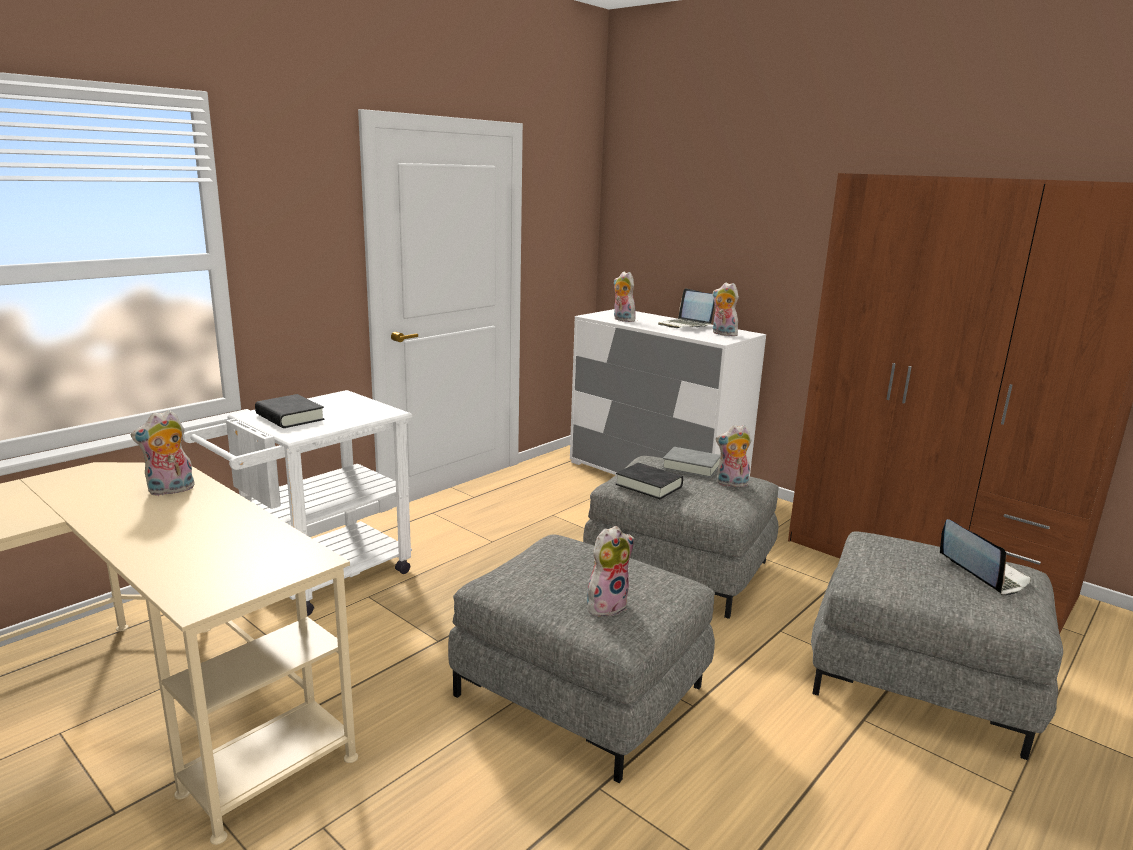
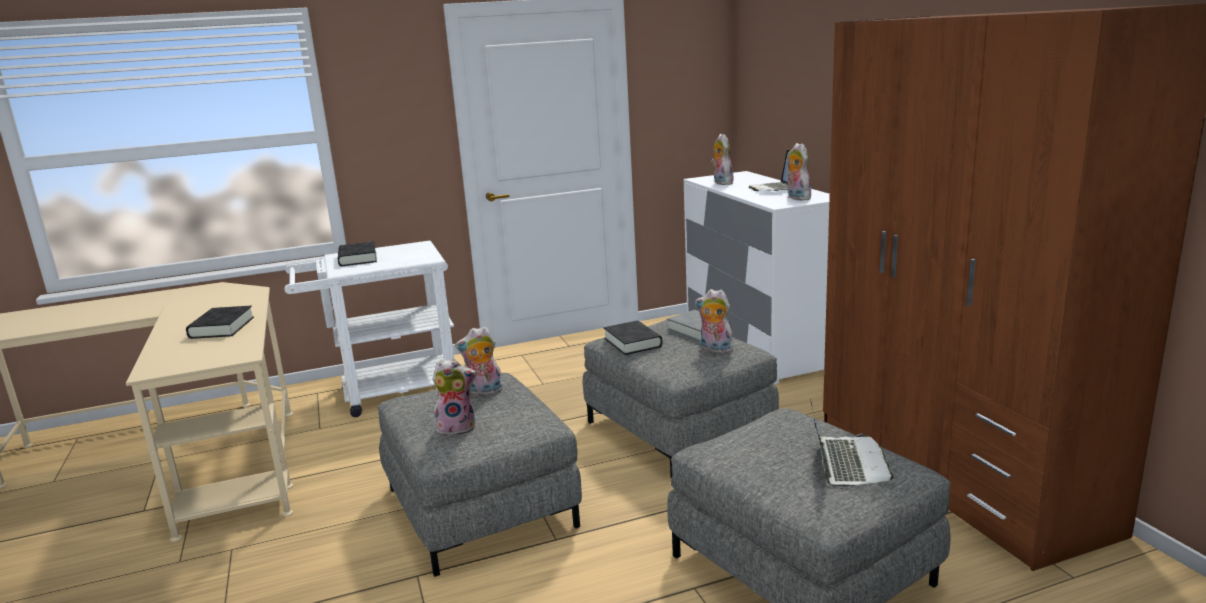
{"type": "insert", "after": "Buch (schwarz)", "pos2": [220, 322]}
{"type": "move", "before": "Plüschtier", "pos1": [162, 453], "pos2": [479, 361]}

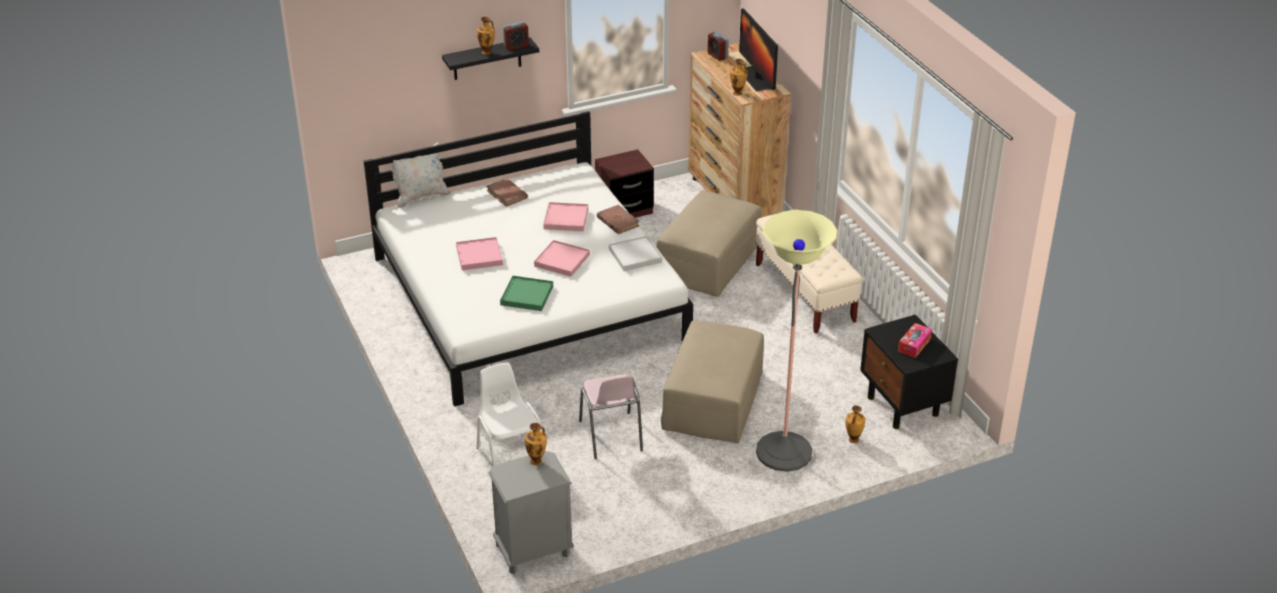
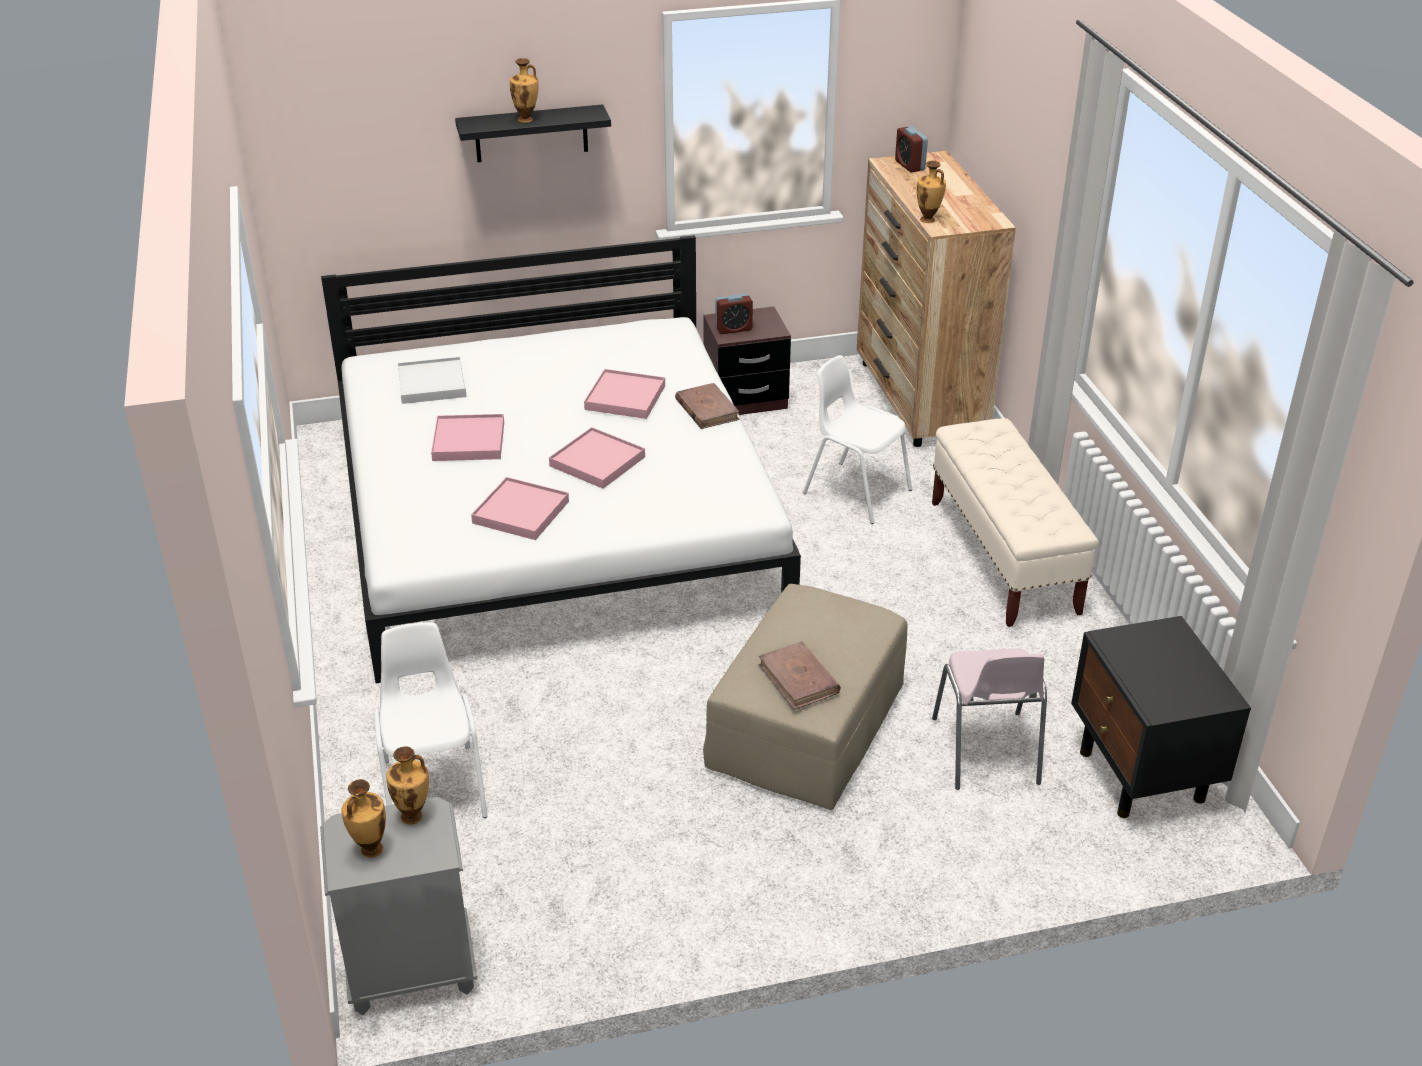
{"type": "move", "before": "Vase", "pos1": [855, 424], "pos2": [363, 818]}
{"type": "move", "before": "Tablett (weiß)", "pos1": [635, 253], "pos2": [432, 380]}
{"type": "recolor", "before": "Tablett (grün)", "after": "Tablett (rosa)", "pos1": [526, 293], "pos2": [520, 508]}
{"type": "move", "before": "Wecker", "pos1": [516, 36], "pos2": [734, 313]}
{"type": "move", "before": "Buch (braun)", "pos1": [507, 192], "pos2": [799, 675]}
{"type": "replace", "before": "Polsterhocker (beige)", "after": "Stuhl (weiß)", "pos1": [708, 243], "pos2": [857, 439]}
{"type": "move", "before": "Stuhl (rosa)", "pos1": [611, 416], "pos2": [989, 719]}
{"type": "delete", "before": "Kissen (weiß)", "pos1": [419, 174]}
{"type": "delete", "before": "Monitor", "pos1": [758, 50]}
{"type": "delete", "before": "Stehlampe", "pos1": [796, 341]}
{"type": "delete", "before": "Taschentuchbox", "pos1": [915, 340]}

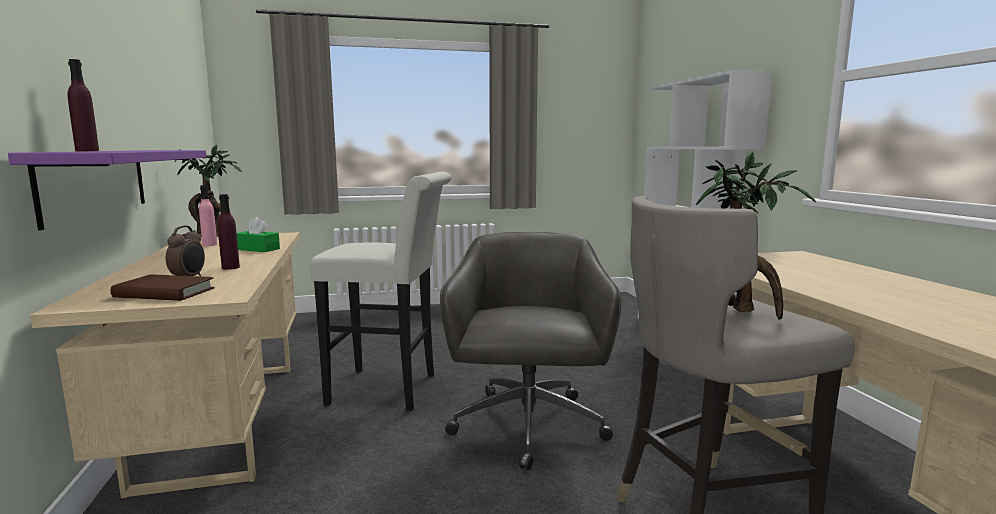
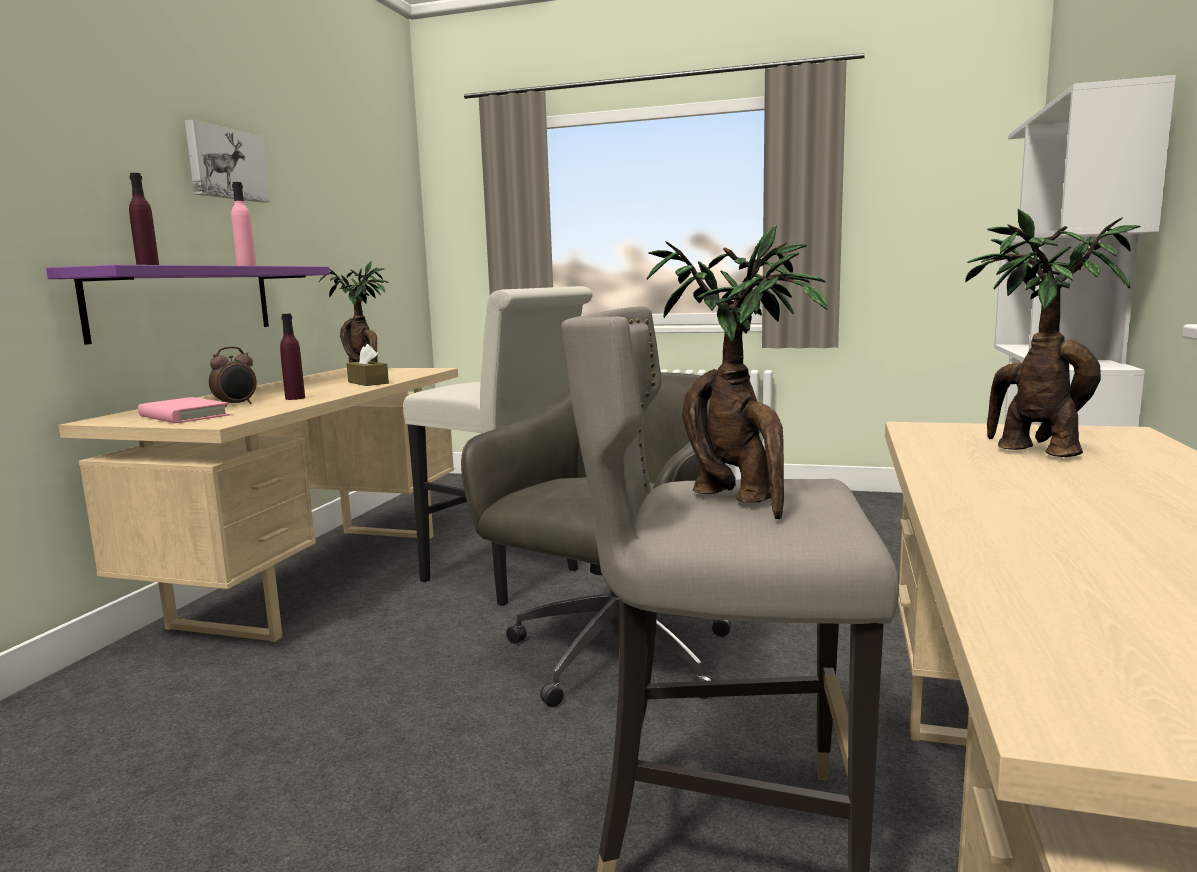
{"type": "recolor", "before": "Buch (braun)", "after": "Buch (rosa)", "pos1": [163, 287], "pos2": [184, 410]}
{"type": "insert", "after": "Bild", "pos2": [228, 161]}
{"type": "move", "before": "Flasche (rosa)", "pos1": [208, 215], "pos2": [243, 224]}
{"type": "recolor", "before": "Taschentuchbox (grün)", "after": "Taschentuchbox (braun)", "pos1": [258, 234], "pos2": [367, 365]}
{"type": "insert", "after": "Topfpflanze", "pos2": [1052, 333]}

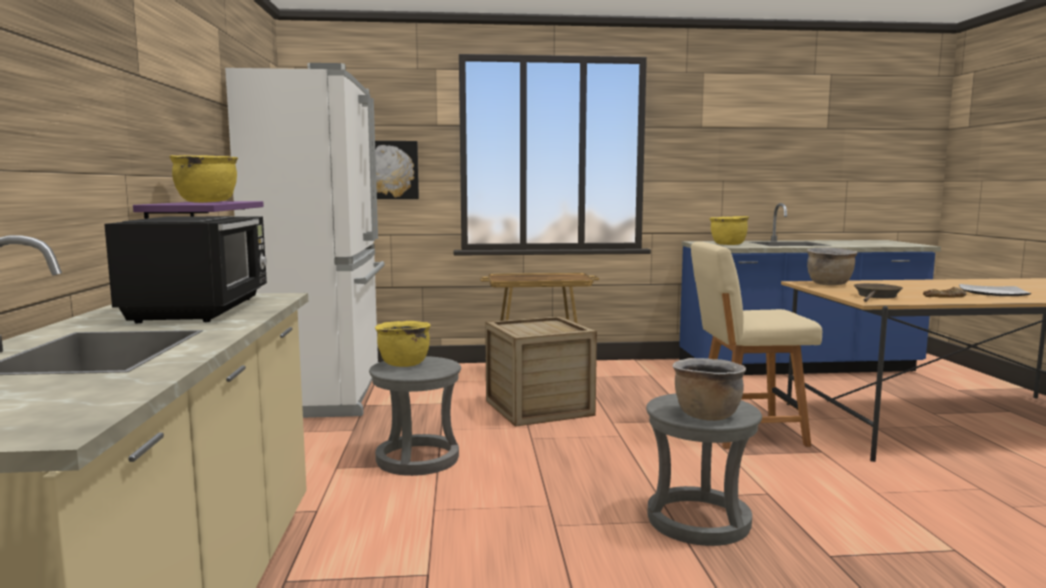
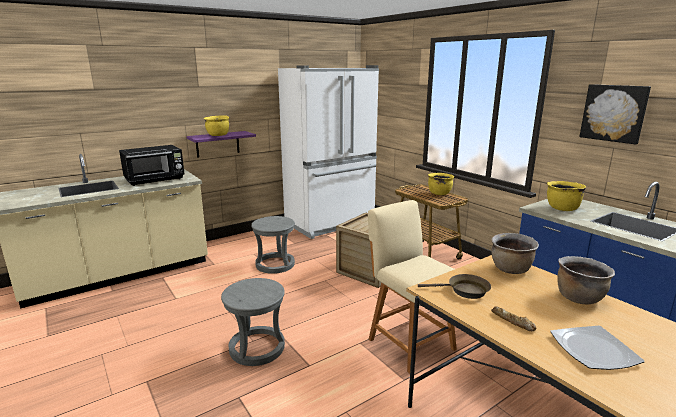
{"type": "move", "before": "Kochtopf (gelb)", "pos1": [403, 344], "pos2": [441, 184]}
{"type": "move", "before": "Kochtopf (braun)", "pos1": [709, 389], "pos2": [586, 280]}
{"type": "move", "before": "Bild", "pos1": [395, 170], "pos2": [615, 114]}

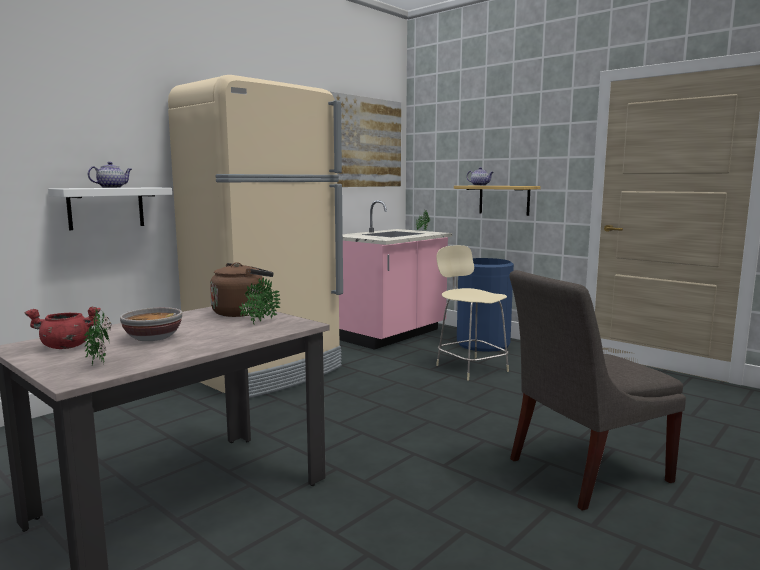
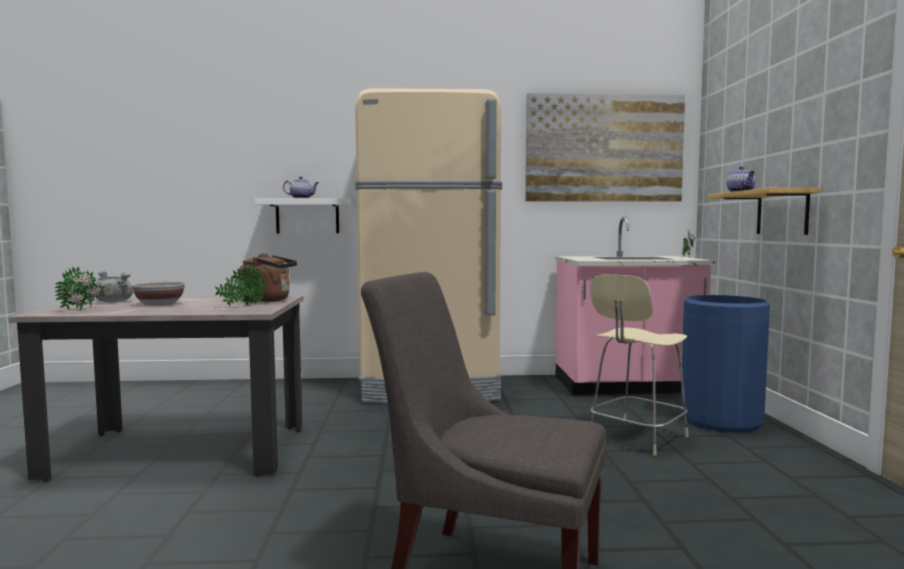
{"type": "recolor", "before": "Kochtopf (rot)", "after": "Kochtopf (grau)", "pos1": [62, 327], "pos2": [114, 286]}
{"type": "rotate", "before": "Stuhl (beige)", "pos1": [472, 313], "pos2": [639, 365], "turn": -150}

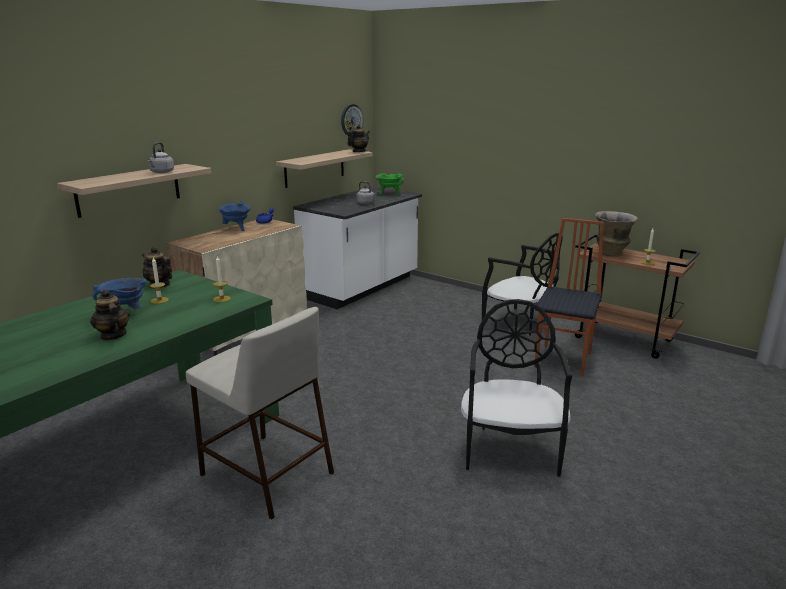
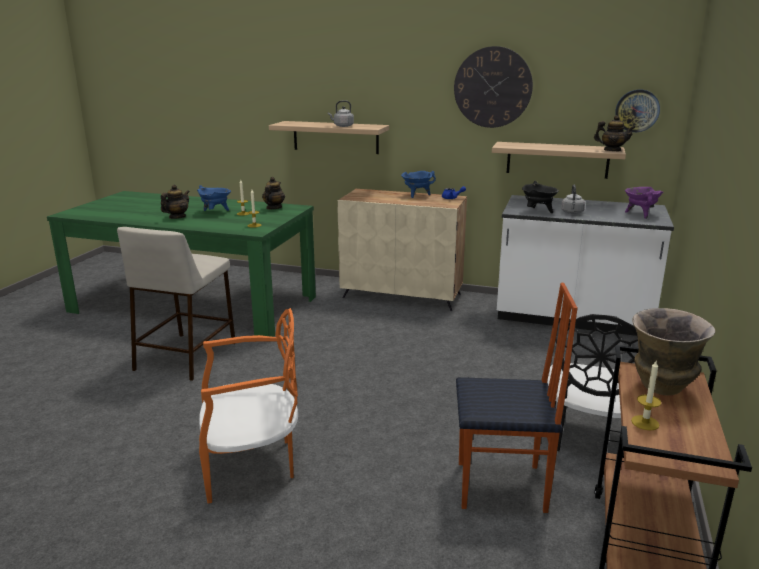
{"type": "recolor", "before": "Stuhl (schwarz)", "after": "Stuhl (orange)", "pos1": [516, 388], "pos2": [248, 405]}
{"type": "insert", "after": "Wanduhr", "pos2": [493, 87]}
{"type": "insert", "after": "Kochtopf (schwarz)", "pos2": [540, 197]}
{"type": "recolor", "before": "Kochtopf (grün)", "after": "Kochtopf (lila)", "pos1": [390, 184], "pos2": [644, 203]}

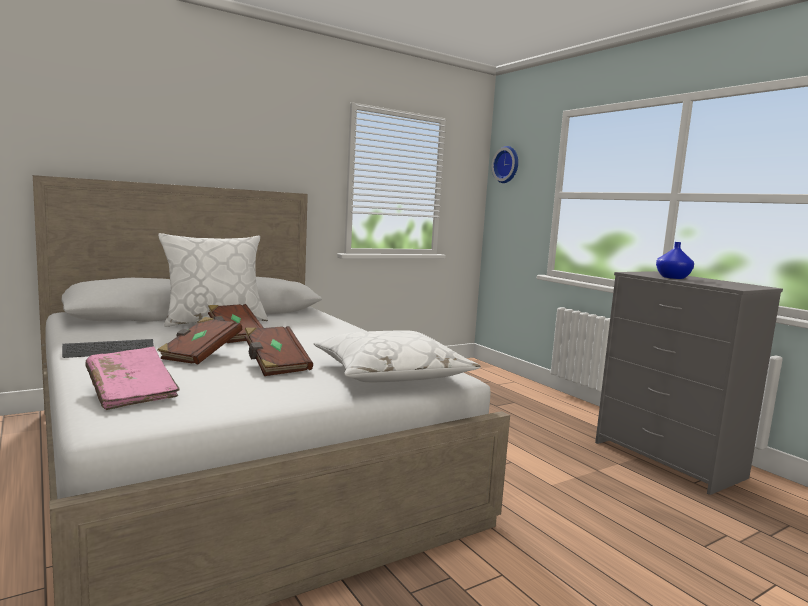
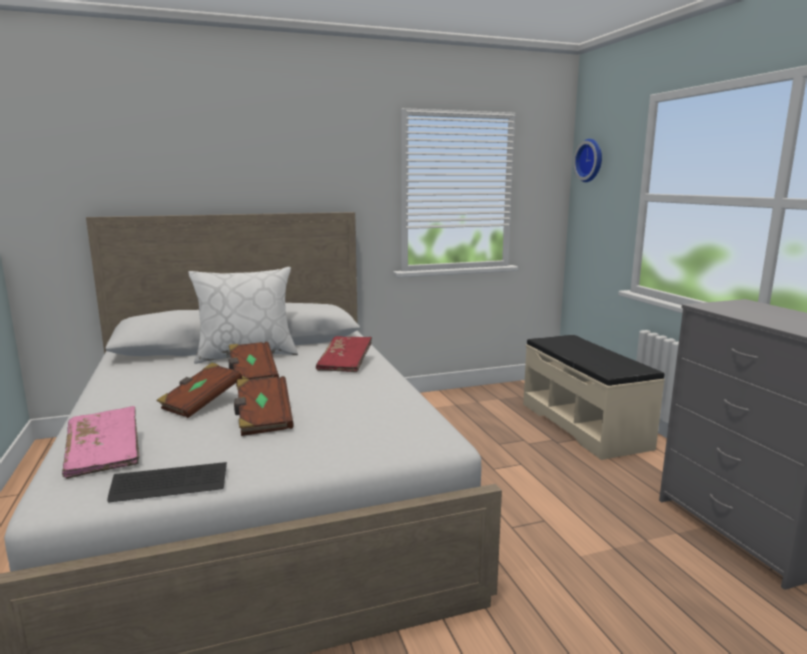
{"type": "move", "before": "Tastatur", "pos1": [108, 348], "pos2": [167, 482]}
{"type": "insert", "after": "Buch (rot)", "pos2": [344, 354]}
{"type": "insert", "after": "Bank (beige)", "pos2": [594, 397]}
{"type": "delete", "before": "Kissen (weiß)", "pos1": [397, 356]}
{"type": "delete", "before": "Vase (blau)", "pos1": [675, 260]}

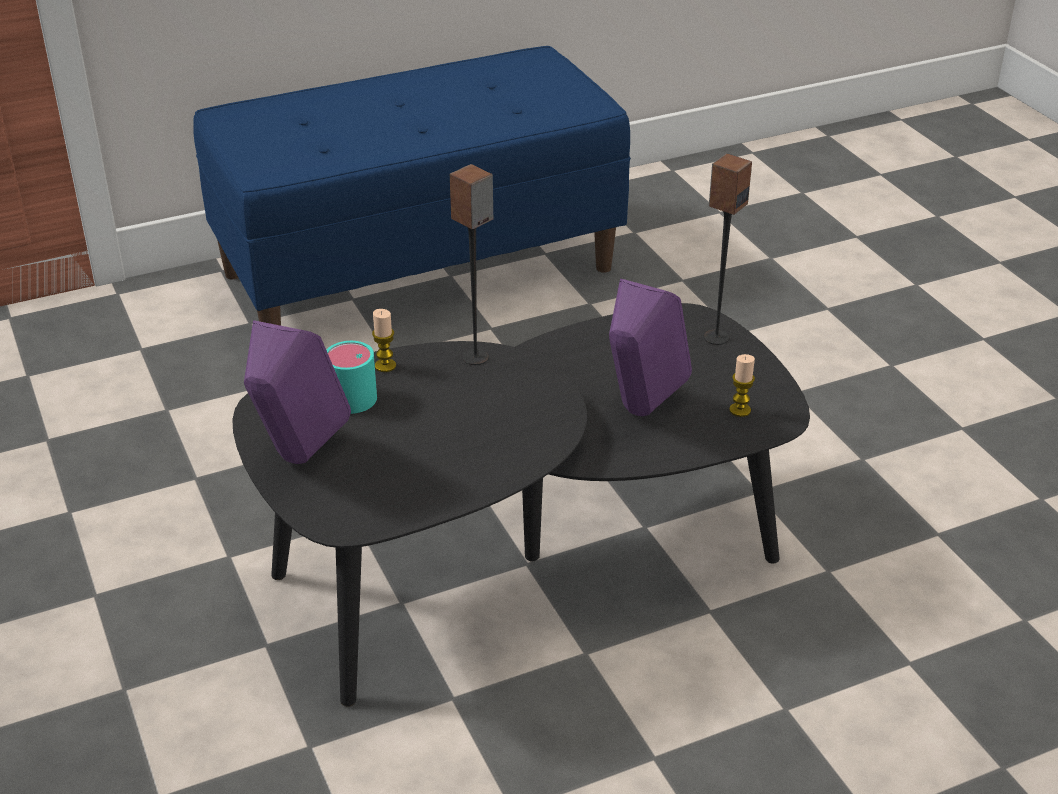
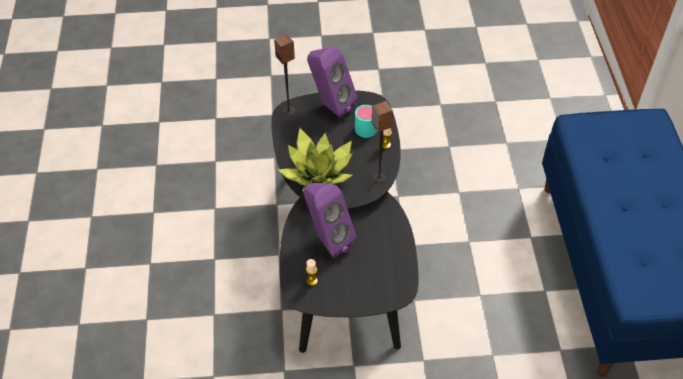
{"type": "move", "before": "Lautsprecher", "pos1": [728, 249], "pos2": [284, 75]}
{"type": "insert", "after": "Topfpflanze", "pos2": [315, 159]}

